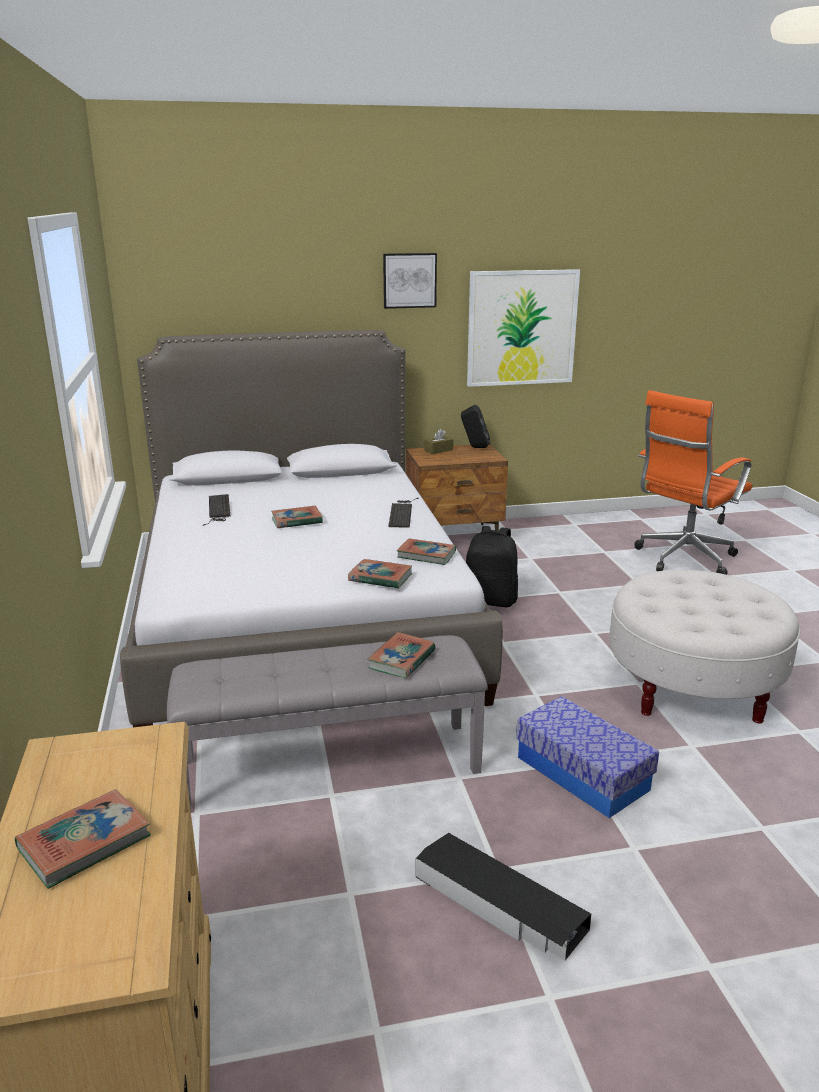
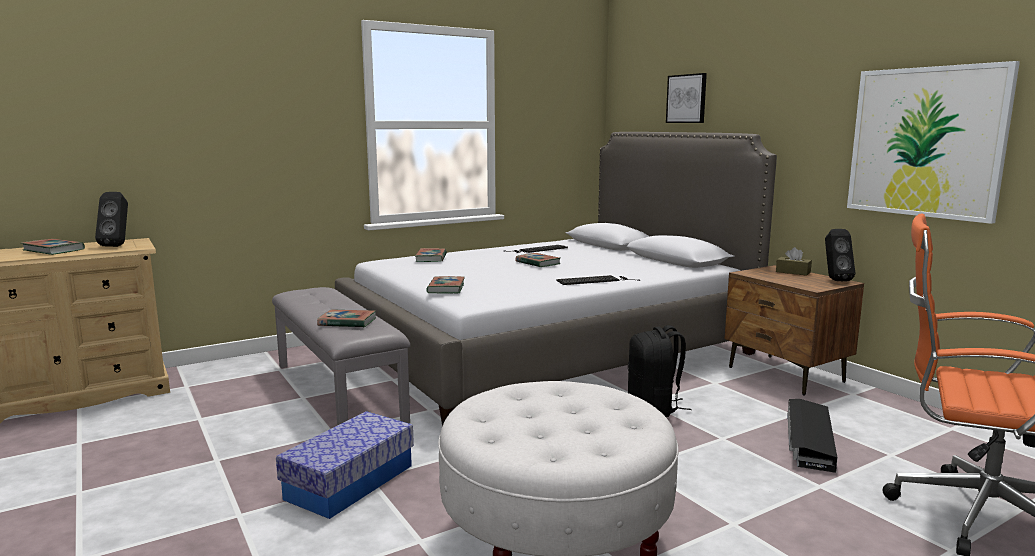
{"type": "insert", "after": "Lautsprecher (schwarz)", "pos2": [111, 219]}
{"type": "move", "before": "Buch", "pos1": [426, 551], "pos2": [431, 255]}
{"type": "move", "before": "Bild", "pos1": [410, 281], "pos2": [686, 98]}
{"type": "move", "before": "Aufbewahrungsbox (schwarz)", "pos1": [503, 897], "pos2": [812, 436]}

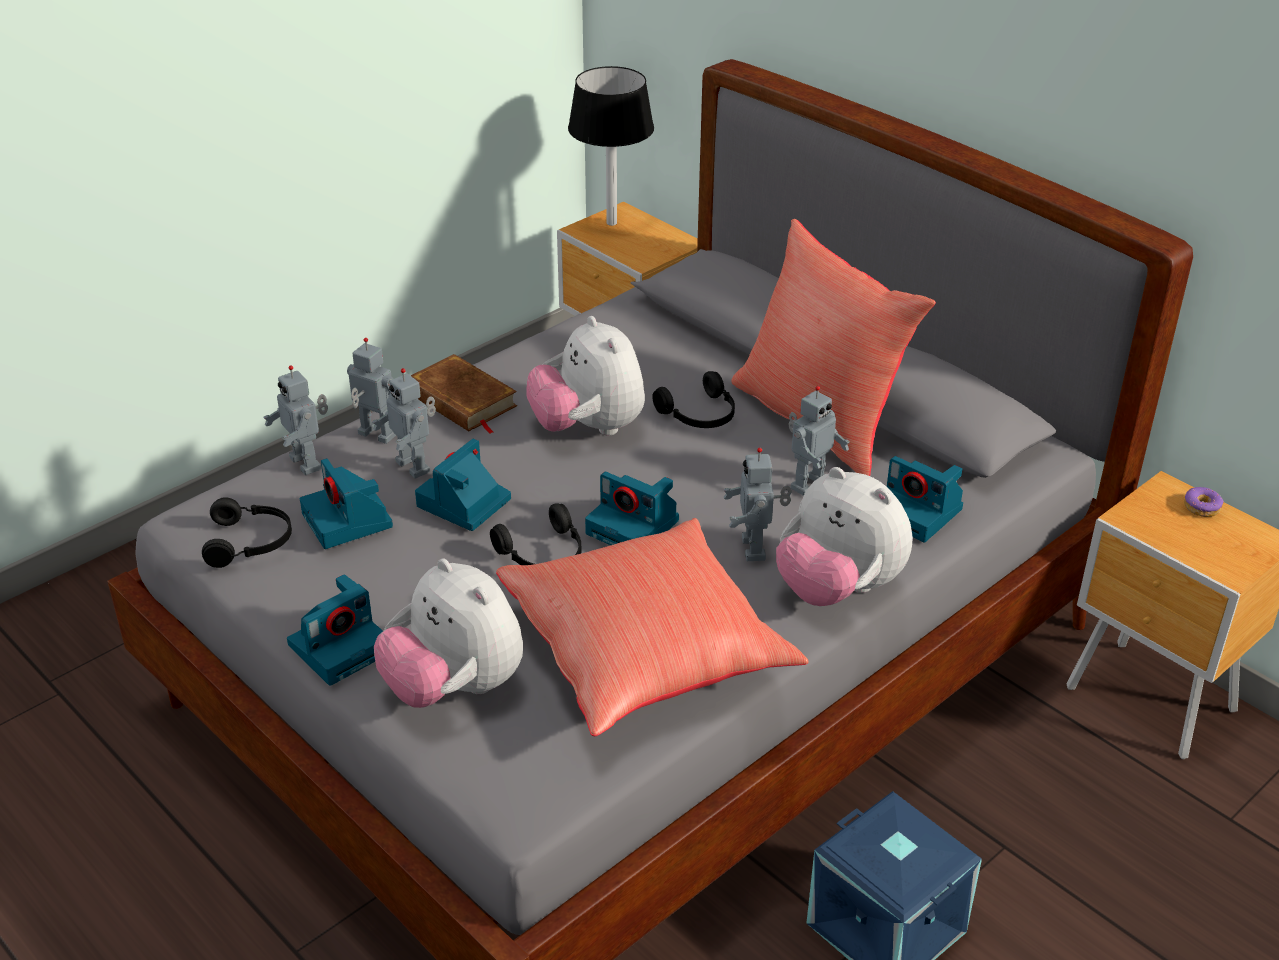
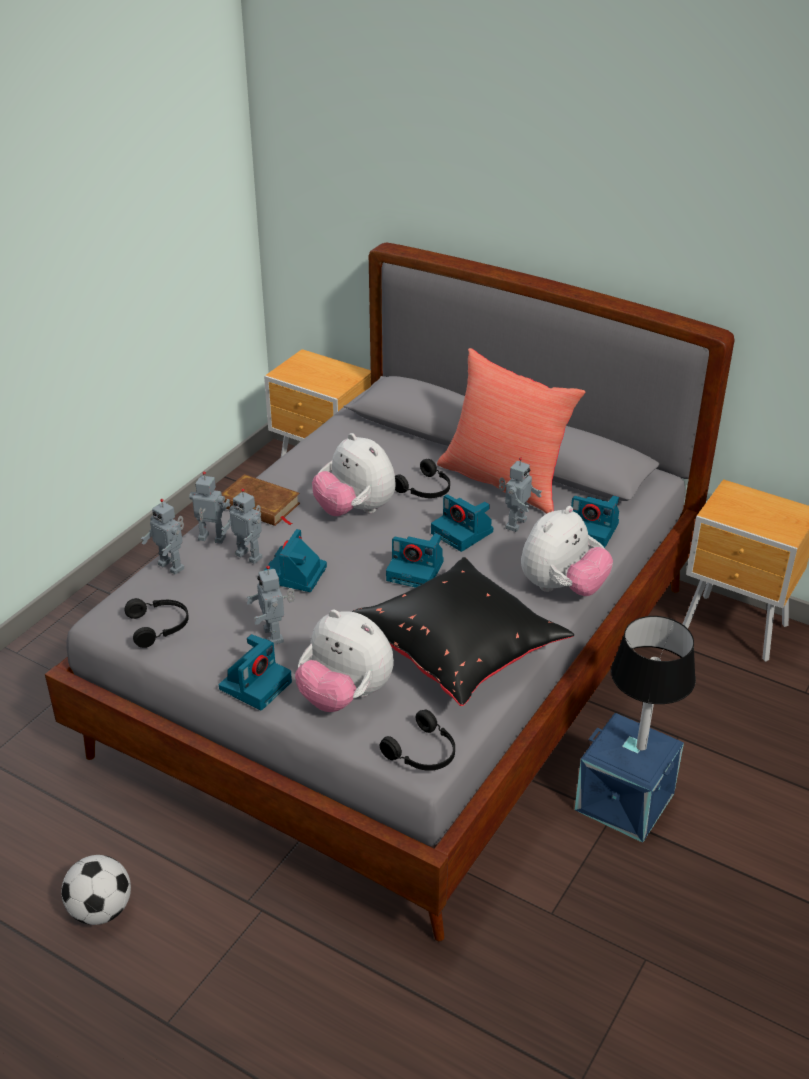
{"type": "insert", "after": "Fußball", "pos2": [96, 890]}
{"type": "move", "before": "Spielzeugroboter", "pos1": [758, 504], "pos2": [270, 605]}
{"type": "recolor", "before": "Kissen (rot)", "after": "Kissen (schwarz)", "pos1": [652, 627], "pos2": [463, 631]}
{"type": "move", "before": "Kopfhörer (schwarz)", "pos1": [535, 534], "pos2": [417, 740]}
{"type": "move", "before": "Kamera", "pos1": [346, 503], "pos2": [462, 523]}
{"type": "rotate", "before": "Plüschtier", "pos1": [844, 536], "pos2": [567, 551], "turn": -75}
{"type": "move", "before": "Tischlampe (schwarz)", "pos1": [611, 146], "pos2": [653, 683]}
{"type": "delete", "before": "Donut", "pos1": [1204, 502]}

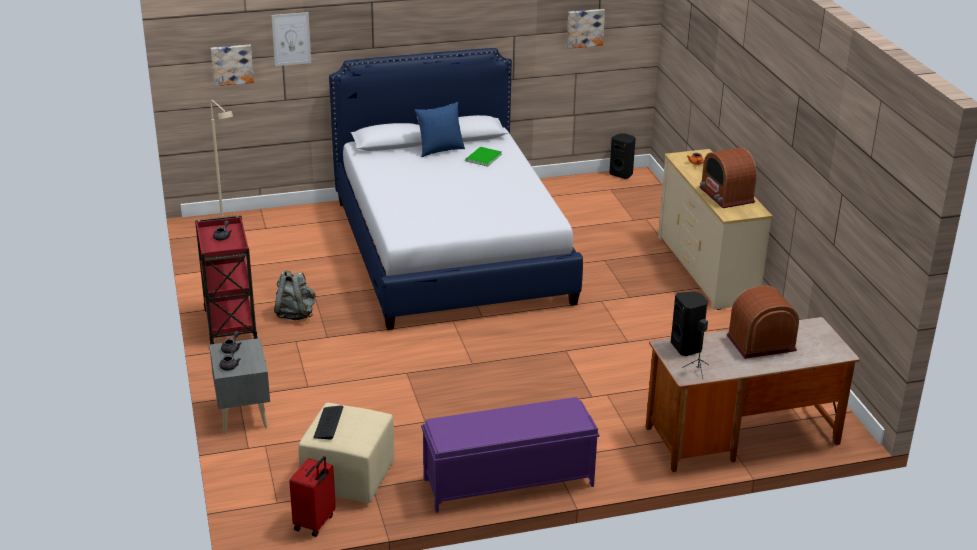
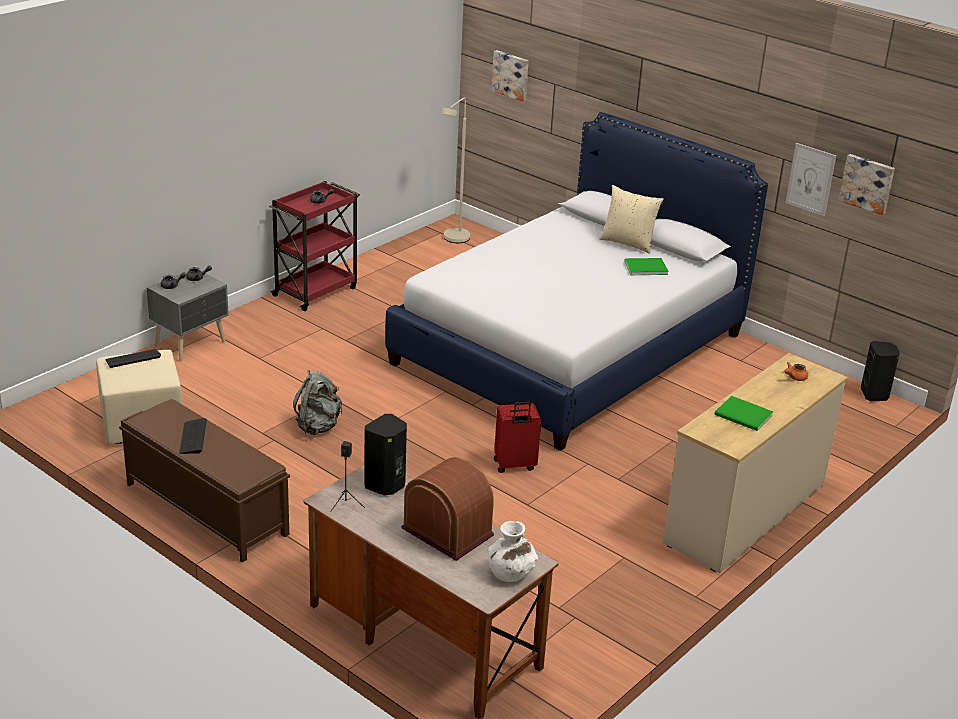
{"type": "recolor", "before": "Bank (lila)", "after": "Bank (braun)", "pos1": [510, 455], "pos2": [204, 480]}
{"type": "insert", "after": "Tastatur", "pos2": [193, 436]}
{"type": "move", "before": "Rucksack (grau)", "pos1": [294, 295], "pos2": [317, 402]}
{"type": "insert", "after": "Vase (weiß)", "pos2": [513, 551]}
{"type": "move", "before": "Koffer (rot)", "pos1": [312, 496], "pos2": [517, 437]}
{"type": "recolor", "before": "Kissen (blau)", "after": "Kissen (beige)", "pos1": [439, 129], "pos2": [631, 219]}
{"type": "replace", "before": "Radio", "after": "Buch (grün)", "pos1": [728, 178], "pos2": [744, 413]}
{"type": "move", "before": "Bild", "pos1": [291, 39], "pos2": [811, 179]}

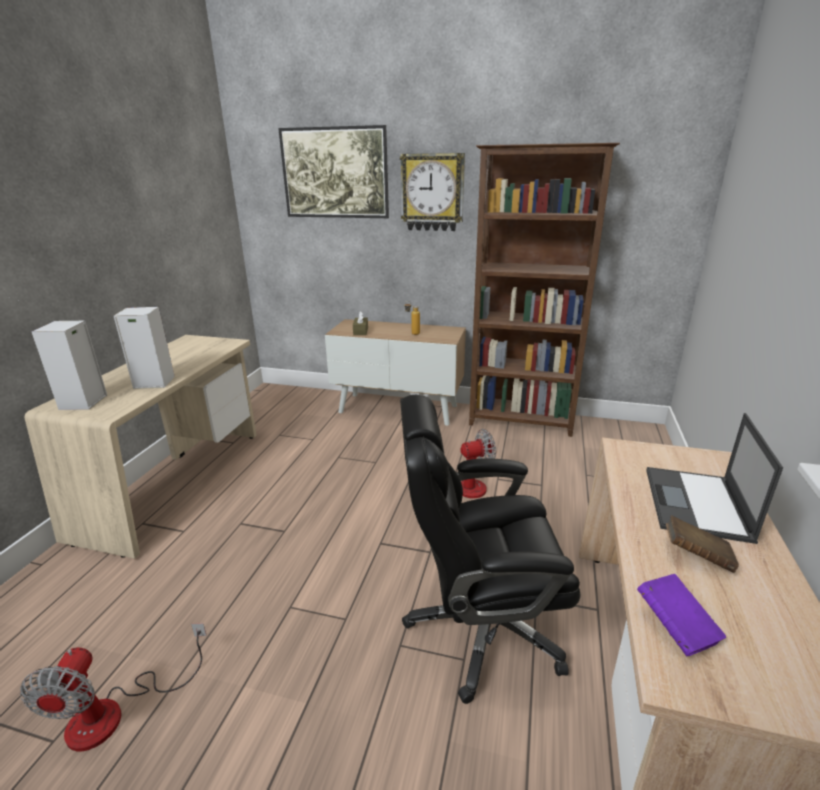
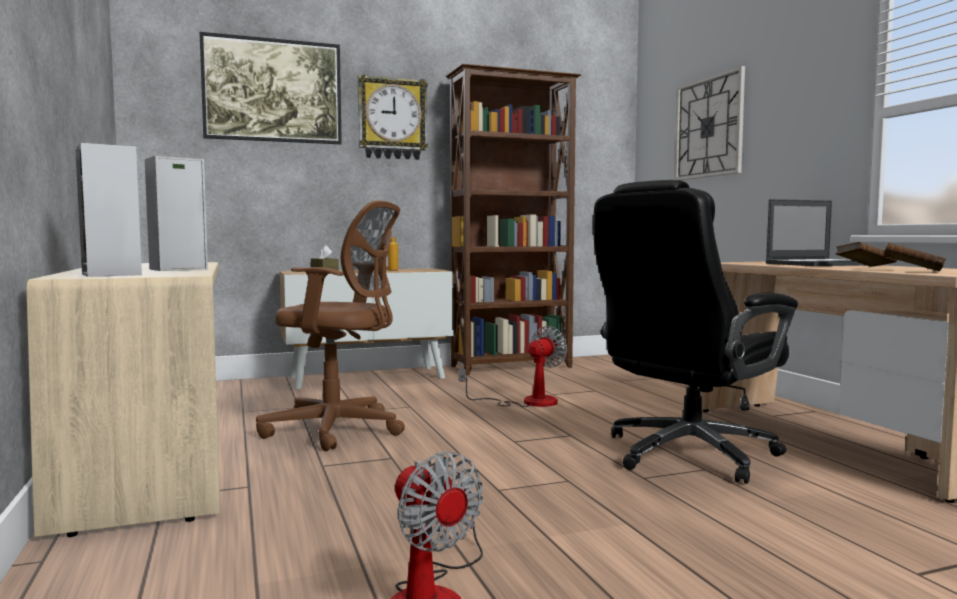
{"type": "insert", "after": "Bürostuhl (braun)", "pos2": [330, 325]}
{"type": "insert", "after": "Wanduhr", "pos2": [710, 123]}
{"type": "rotate", "before": "Laptop", "pos1": [714, 478], "pos2": [815, 232], "turn": -90}
{"type": "recolor", "before": "Buch (lila)", "after": "Buch (braun)", "pos1": [681, 615], "pos2": [915, 257]}

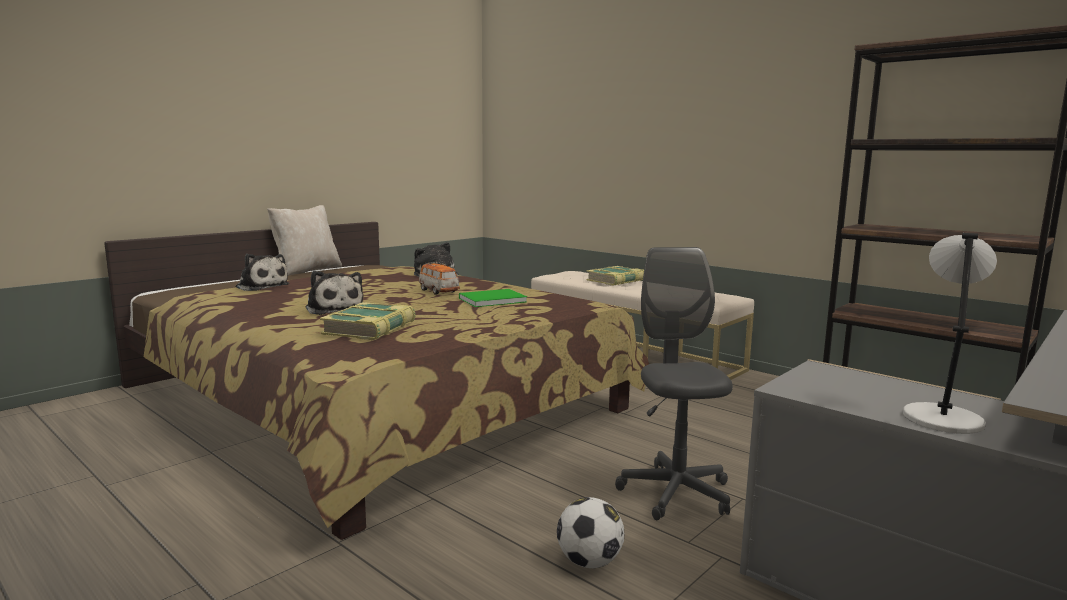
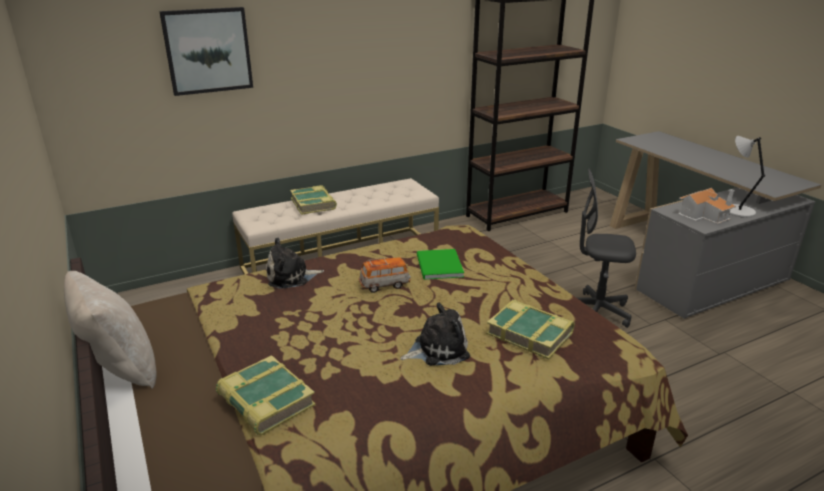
{"type": "insert", "after": "Bild", "pos2": [206, 51]}
{"type": "replace", "before": "Plüschtier", "after": "Buch", "pos1": [262, 272], "pos2": [266, 395]}
{"type": "insert", "after": "Spielzeughaus", "pos2": [707, 206]}
{"type": "delete", "before": "Fußball", "pos1": [590, 532]}

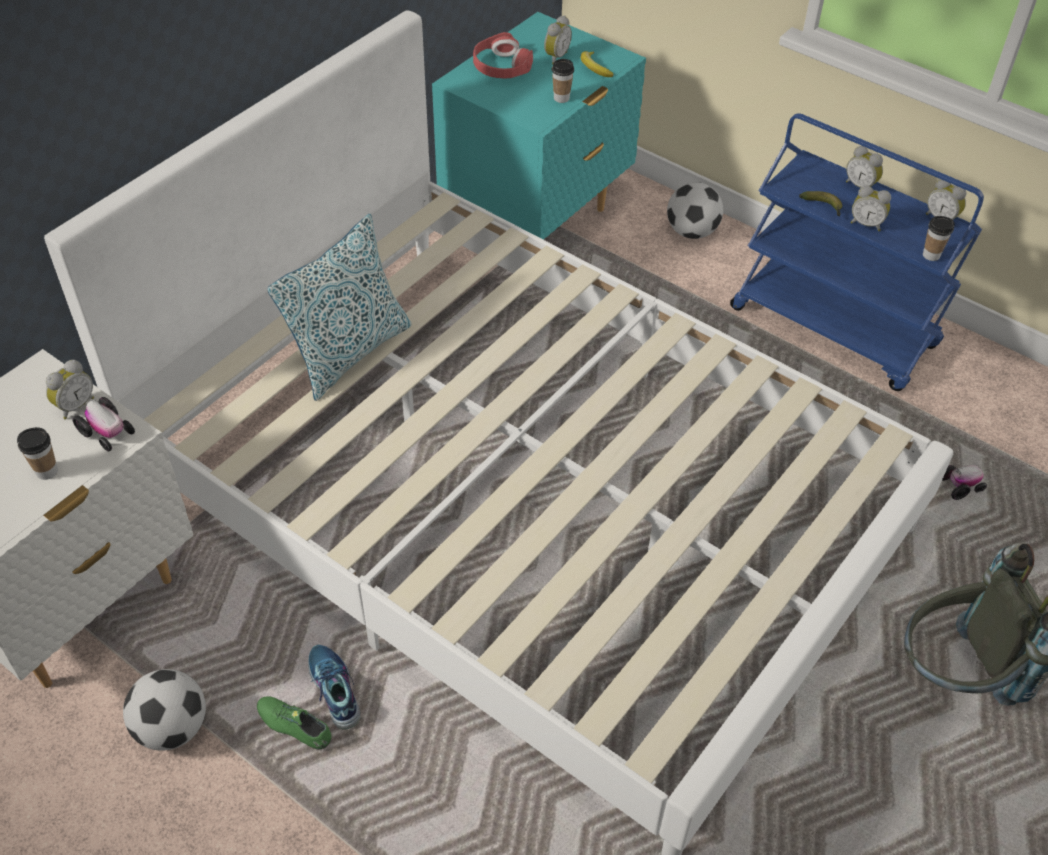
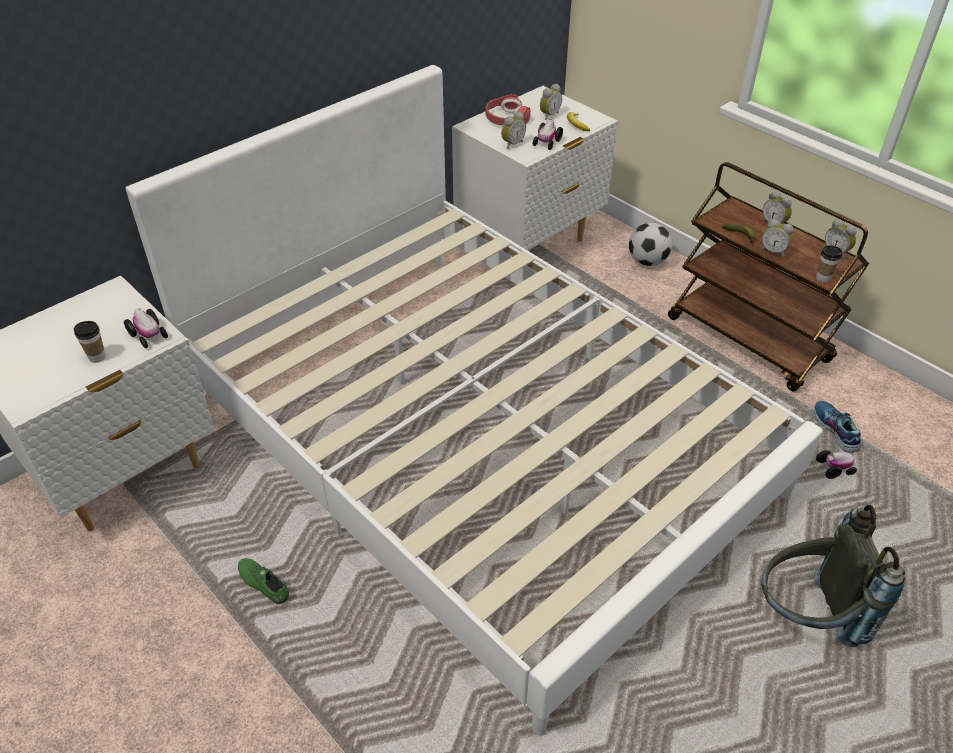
{"type": "recolor", "before": "Nachttisch (türkis)", "after": "Nachttisch (weiß)", "pos1": [539, 126], "pos2": [535, 168]}
{"type": "move", "before": "Wecker", "pos1": [70, 389], "pos2": [513, 130]}
{"type": "replace", "before": "Tasse", "after": "Spielzeugauto", "pos1": [563, 81], "pos2": [548, 135]}
{"type": "recolor", "before": "Rollwagen (blau)", "after": "Rollwagen (braun)", "pos1": [857, 252], "pos2": [768, 277]}
{"type": "move", "before": "Schuh", "pos1": [334, 687], "pos2": [837, 427]}
{"type": "delete", "before": "Fußball", "pos1": [164, 710]}
{"type": "delete", "before": "Kissen", "pos1": [339, 307]}

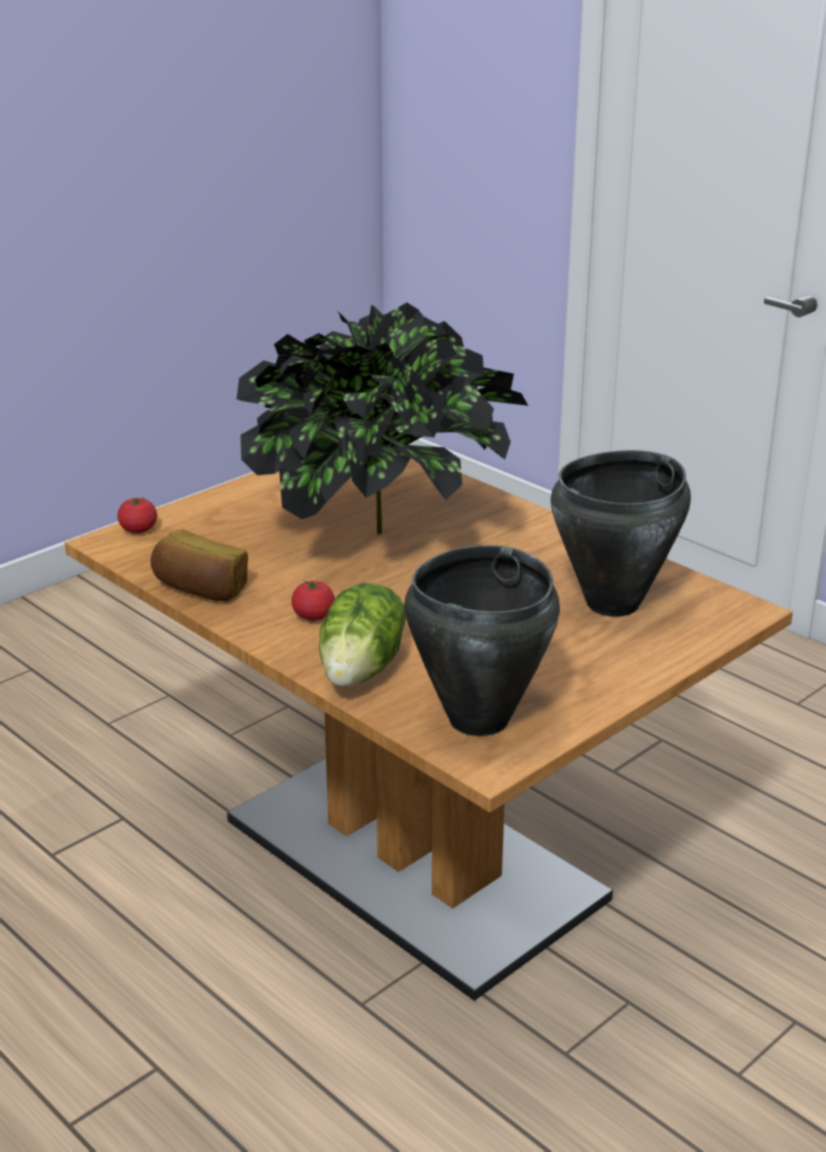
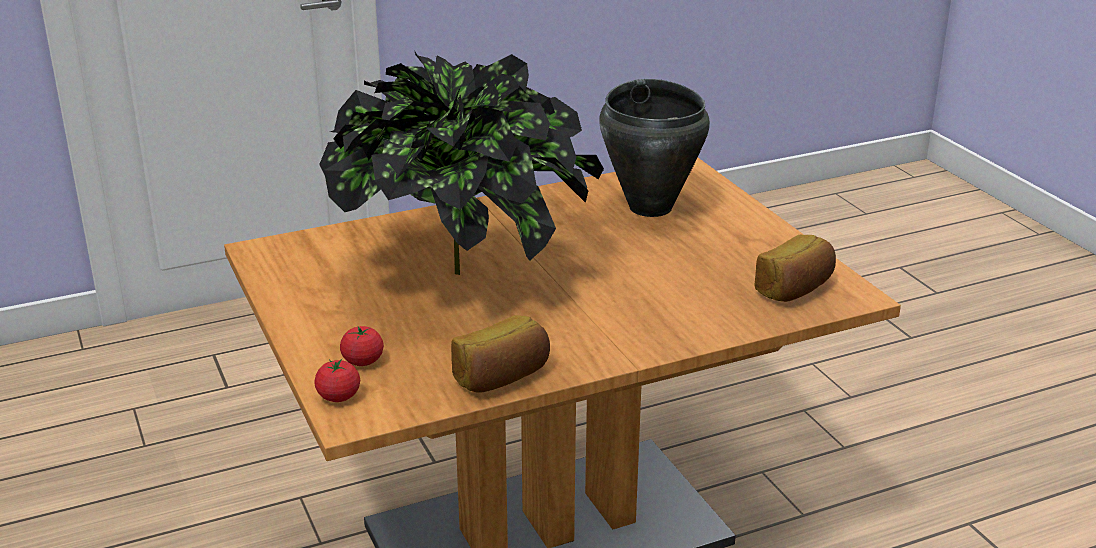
{"type": "move", "before": "Tomate", "pos1": [313, 601], "pos2": [362, 346]}
{"type": "replace", "before": "Kochtopf (schwarz)", "after": "Brot", "pos1": [482, 640], "pos2": [795, 268]}
{"type": "delete", "before": "Salatkopf", "pos1": [362, 635]}

